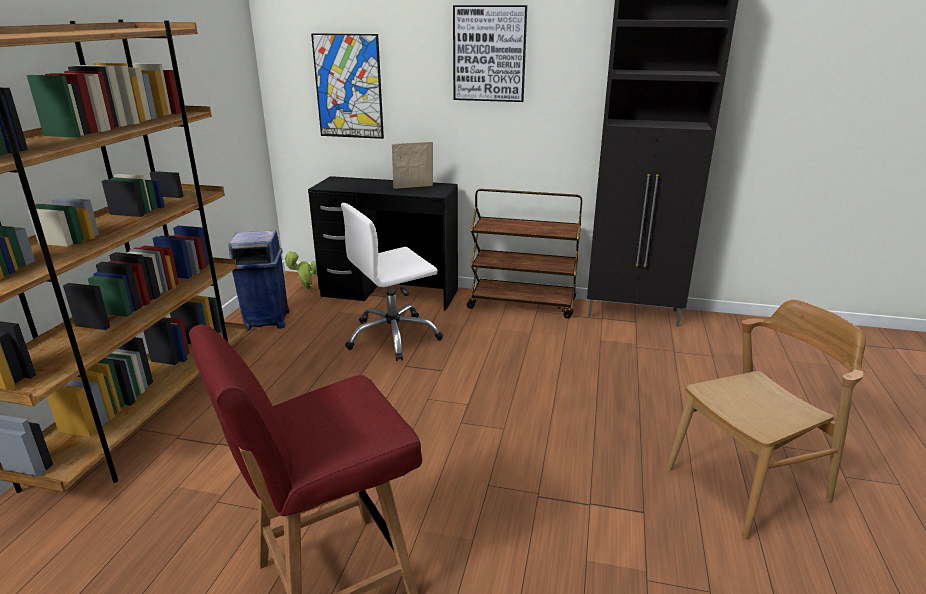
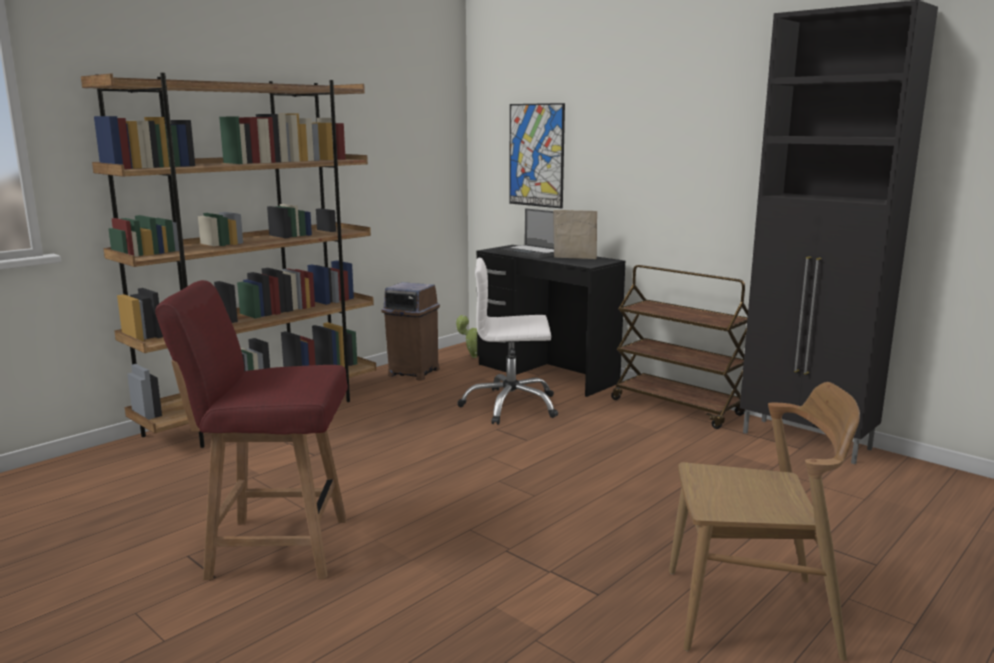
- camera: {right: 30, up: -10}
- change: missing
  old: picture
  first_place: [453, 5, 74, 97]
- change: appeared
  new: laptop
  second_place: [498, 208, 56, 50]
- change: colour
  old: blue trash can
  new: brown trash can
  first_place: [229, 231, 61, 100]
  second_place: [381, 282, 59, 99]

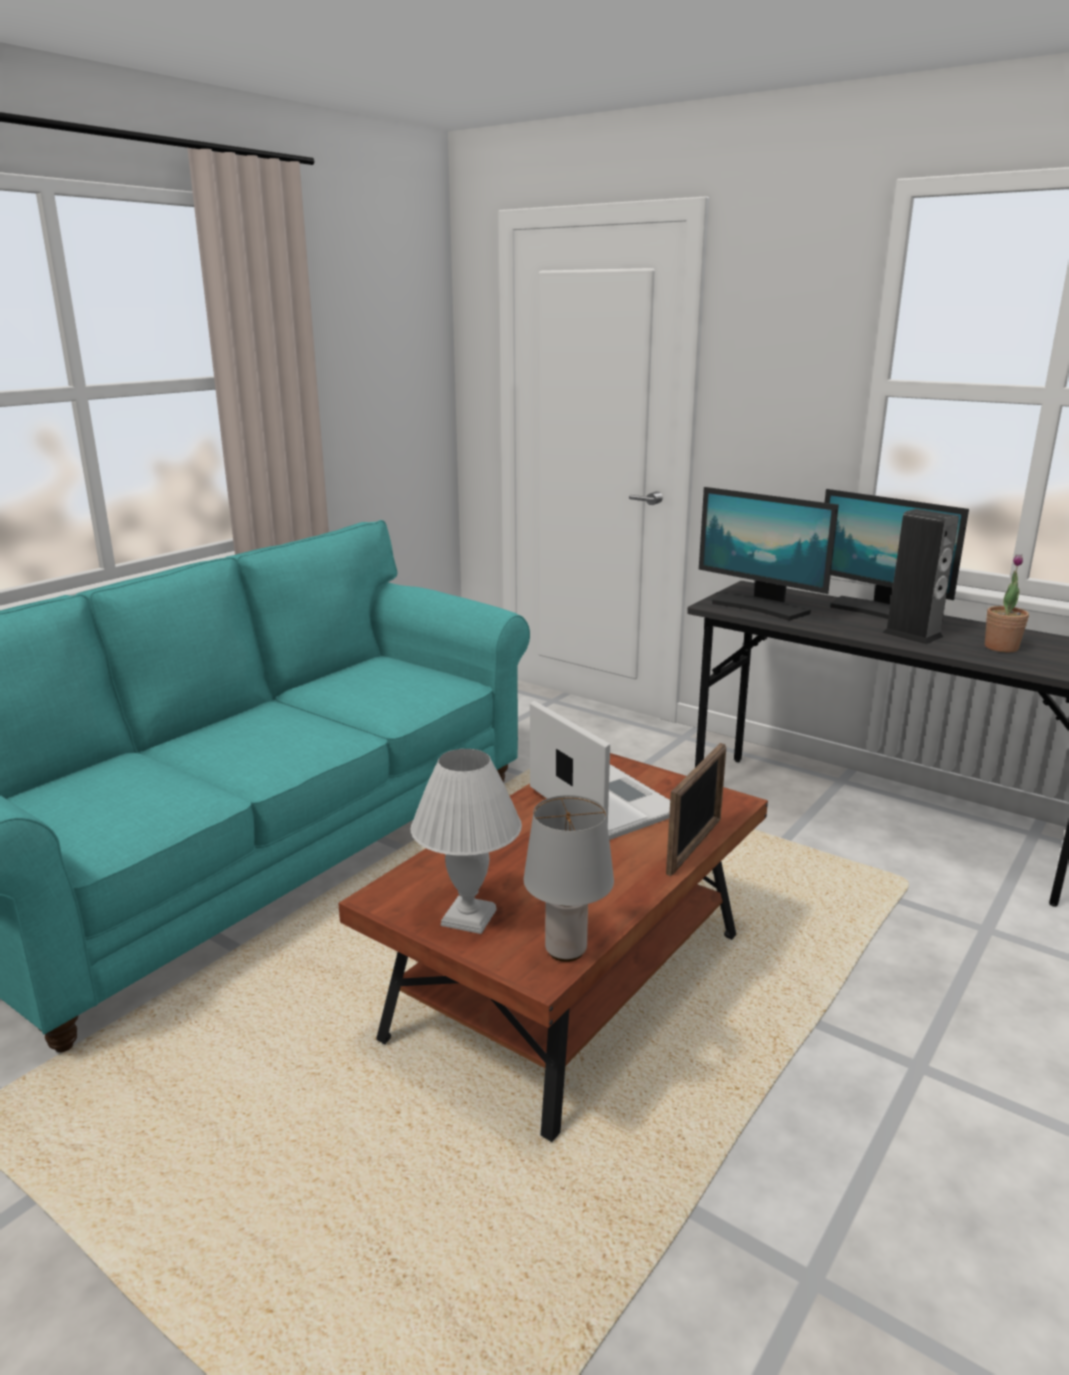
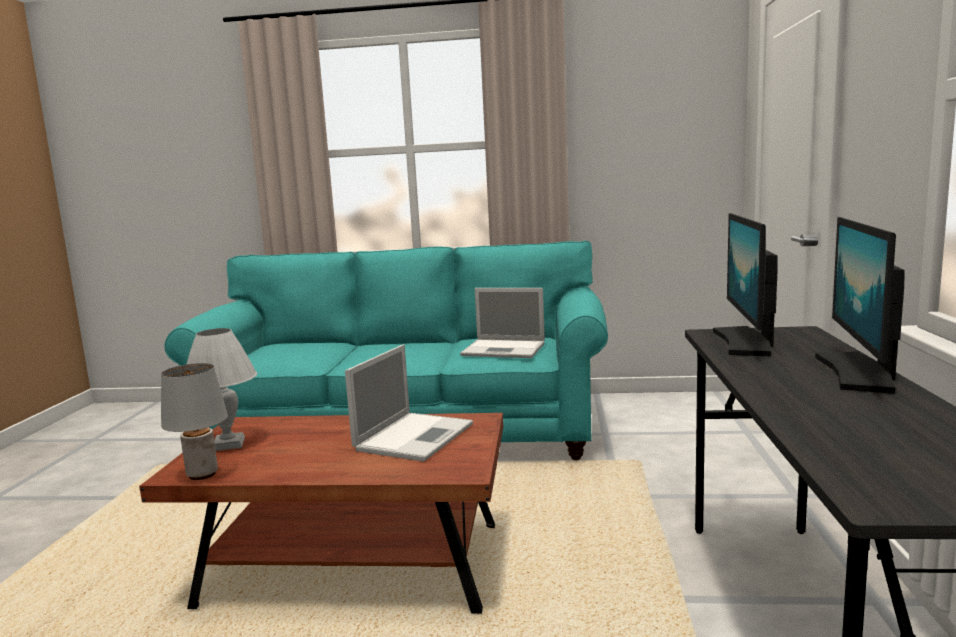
- camera: {right: 60, up: -10}
- change: missing
  old: picture frame
  first_place: [666, 743, 60, 133]
- change: missing
  old: speaker
  first_place: [882, 509, 77, 135]
- change: missing
  old: potted plant
  first_place: [985, 554, 44, 99]
- change: appeared
  new: laptop
  second_place: [460, 288, 85, 70]

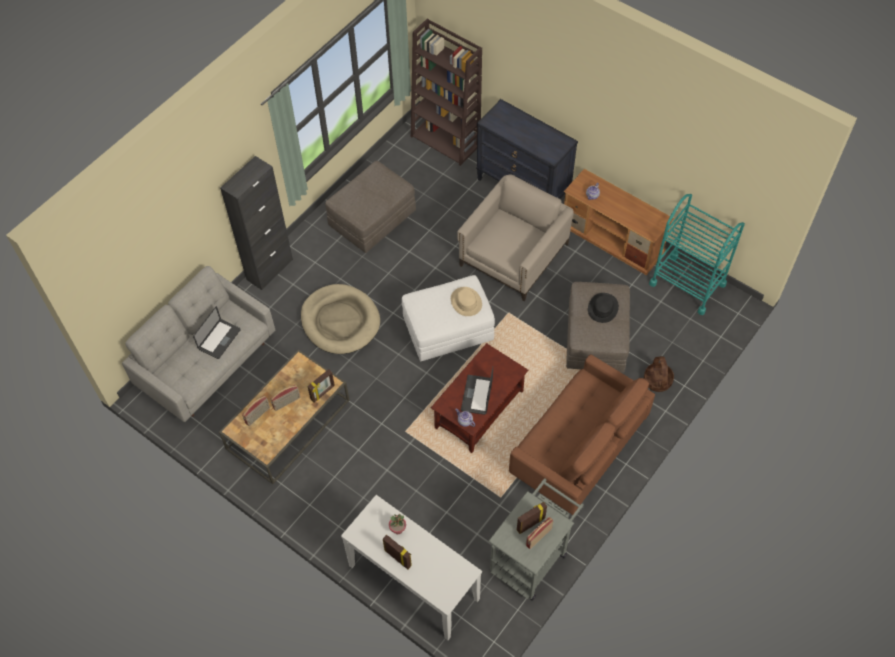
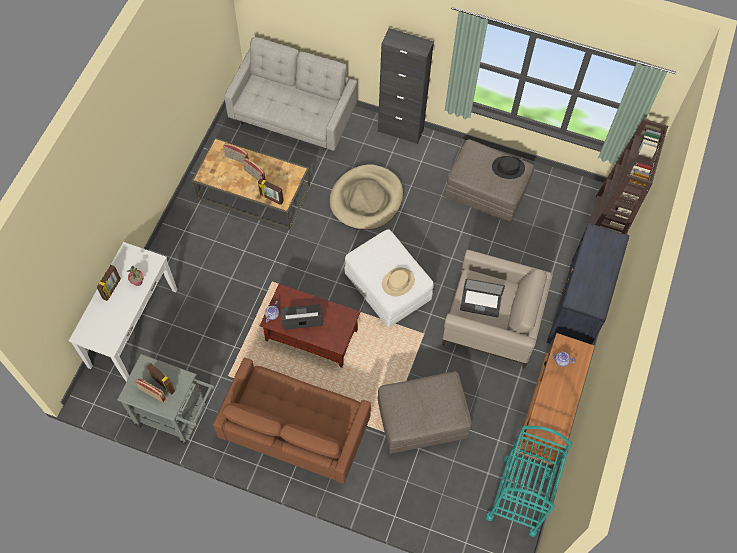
- camera: {right: 70, up: 5}
- change: missing
  old: basket
  first_place: [644, 356, 30, 36]
- change: relocated
  old: laptop
  first_place: [193, 306, 48, 53]
  second_place: [460, 279, 45, 38]
- change: relocated
  old: black hat
  first_place: [588, 293, 31, 30]
  second_place: [492, 156, 33, 23]

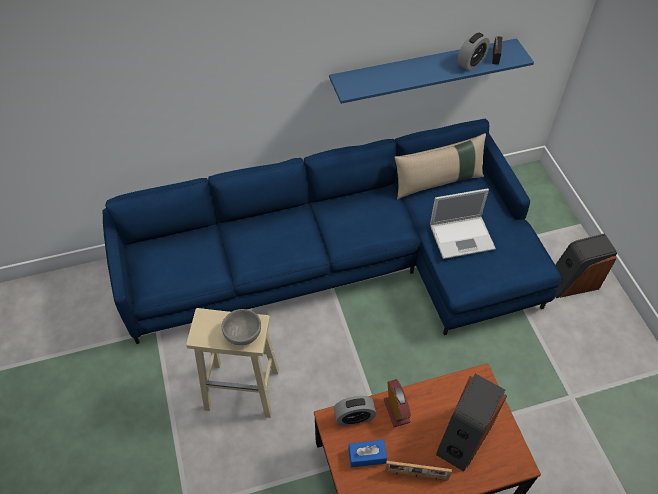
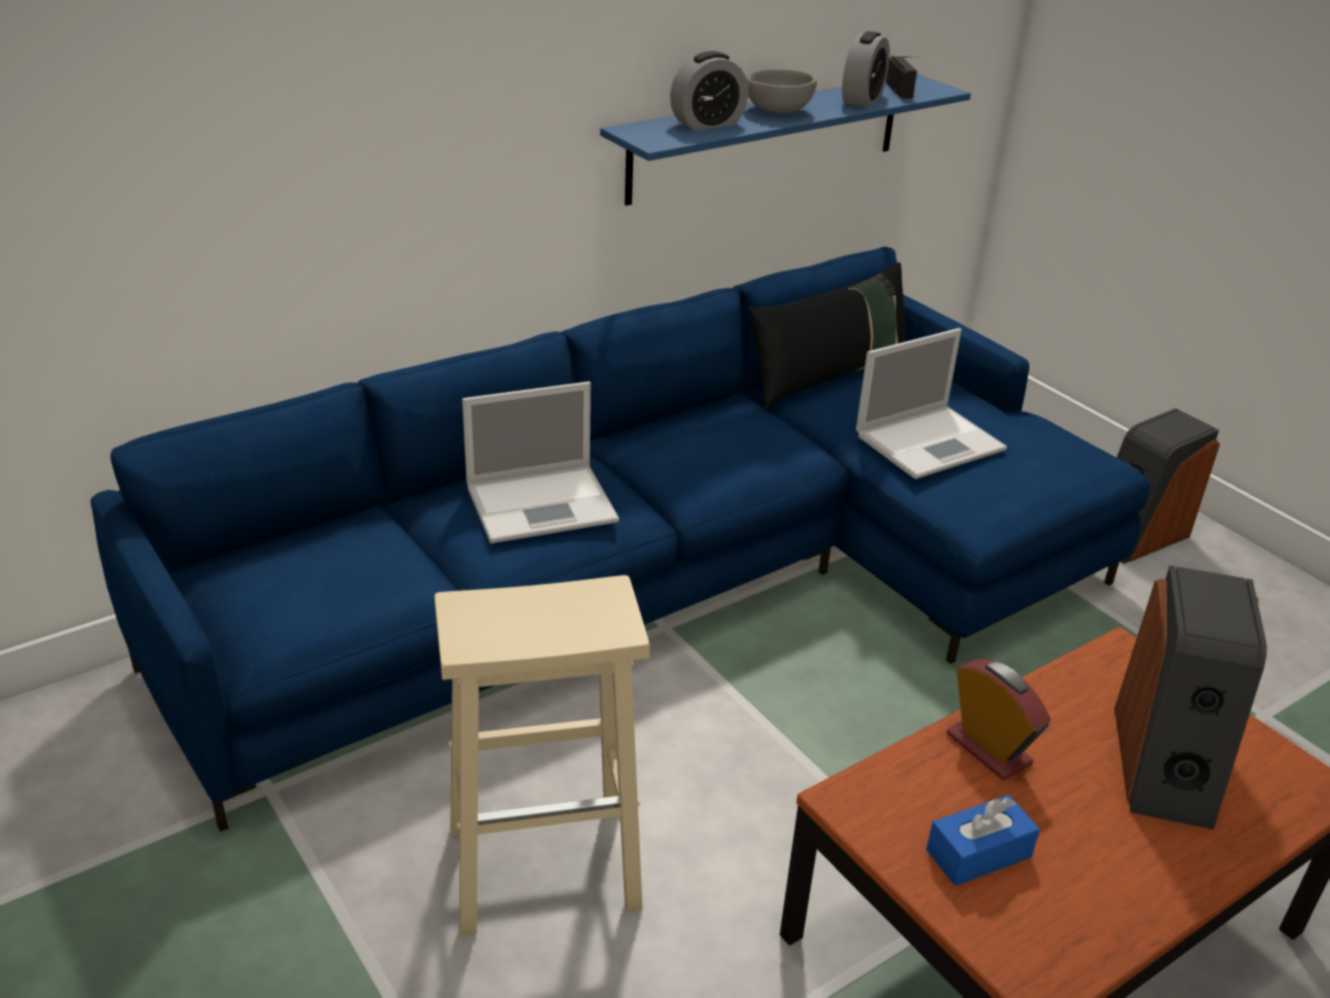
- camera: {right: -20, up: -20}
- change: missing
  old: picture frame
  first_place: [385, 461, 67, 19]
- change: appeared
  new: laptop
  second_place: [462, 382, 157, 162]
- change: relocated
  old: grey bowl
  first_place: [222, 309, 39, 36]
  second_place: [747, 69, 70, 44]
- change: relocated
  old: alarm clock
  first_place: [334, 396, 42, 30]
  second_place: [670, 51, 78, 80]
- change: colour
  old: beige pillow
  new: black pillow
  first_place: [394, 133, 92, 67]
  second_place: [749, 262, 157, 148]

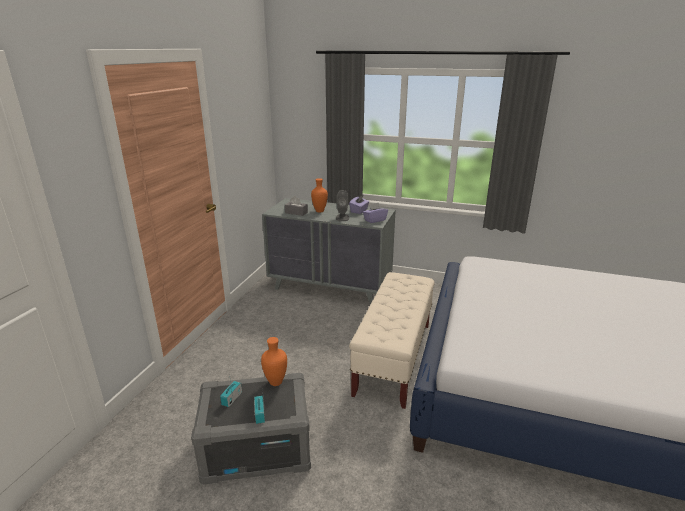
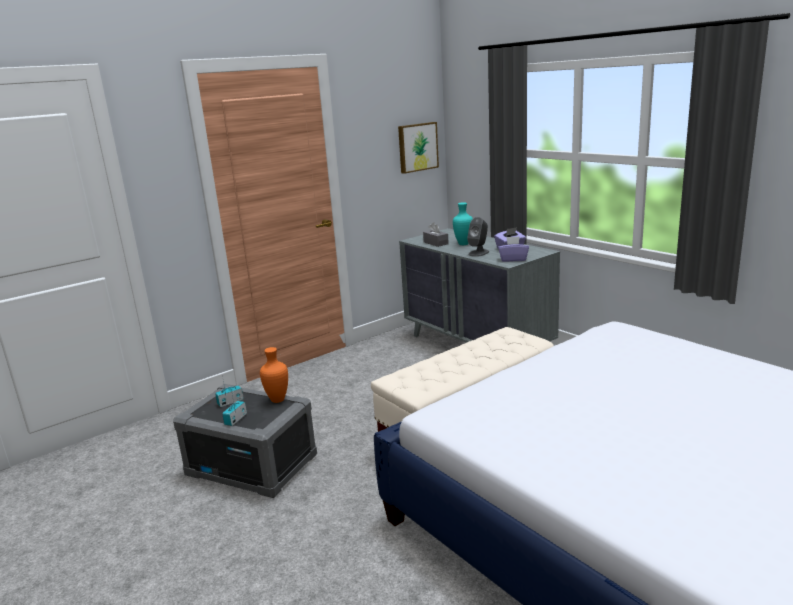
- camera: {right: 35, up: -5}
- change: appeared
  new: picture
  second_place: [398, 122, 41, 52]
- change: colour
  old: orange vase
  new: turquoise vase
  first_place: [311, 178, 17, 35]
  second_place: [453, 202, 20, 43]

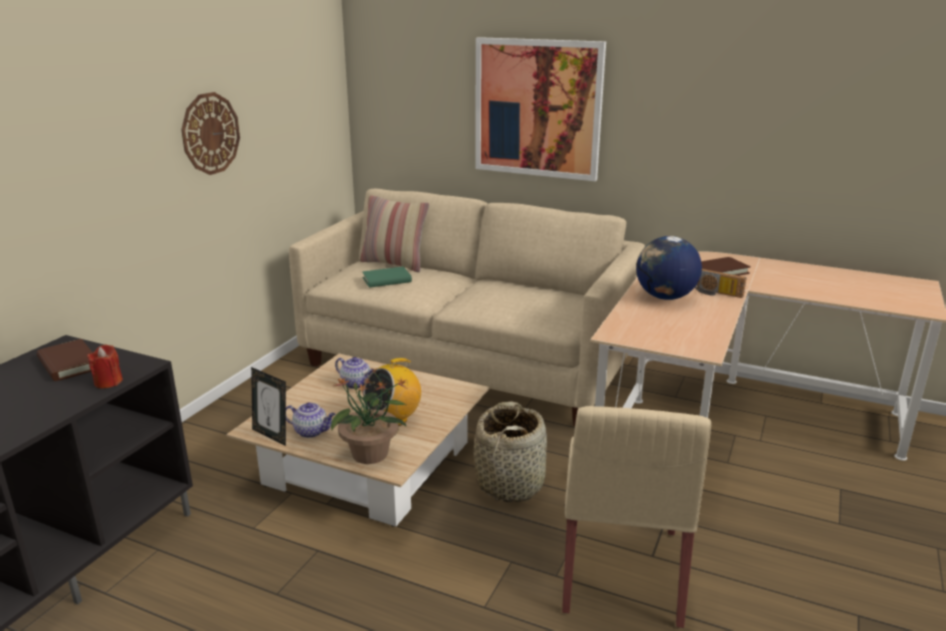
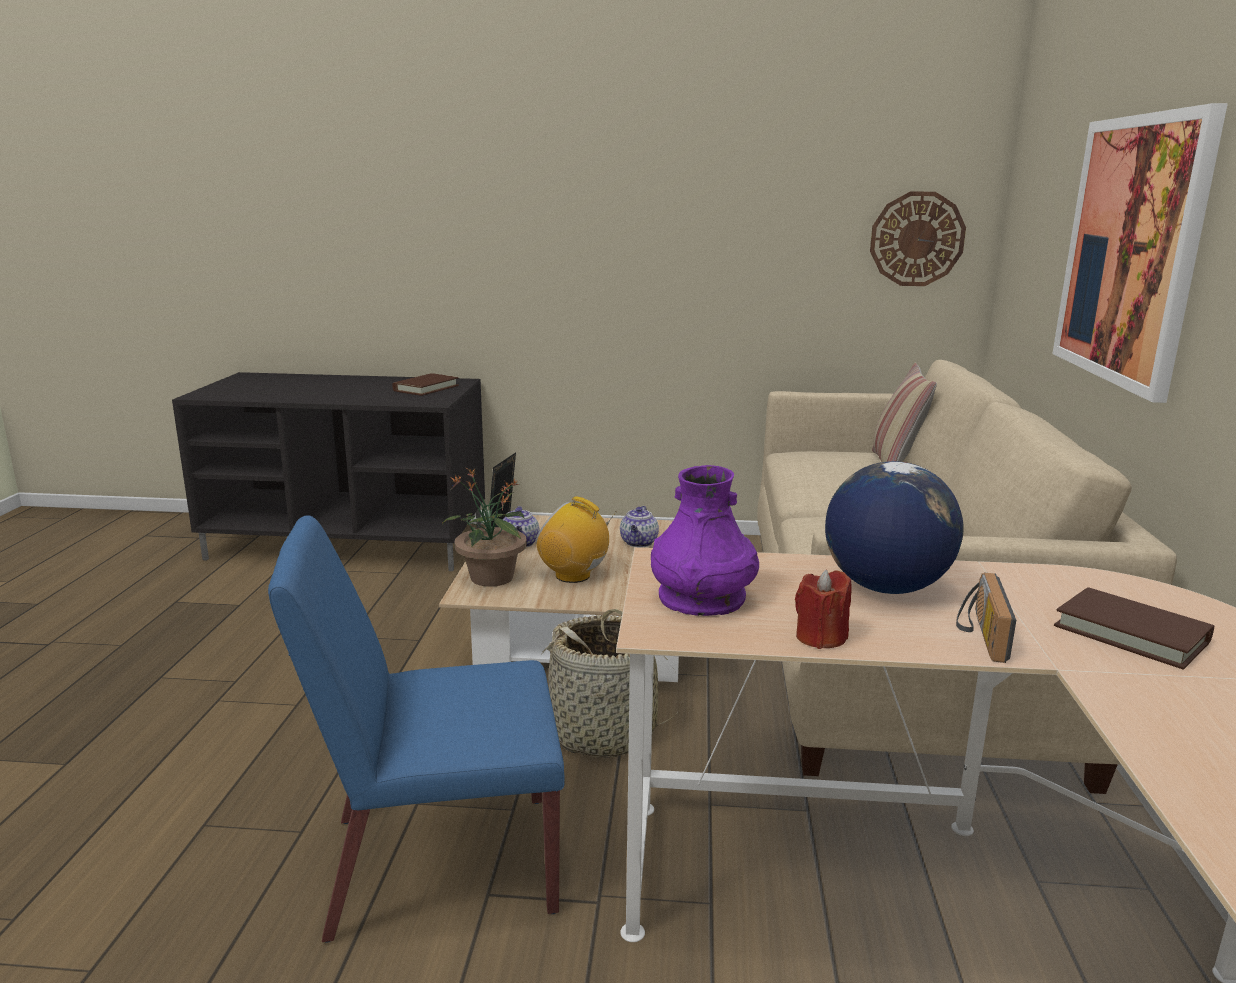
- camera: {right: 70, up: -5}
- change: missing
  old: green book
  first_place: [362, 266, 50, 22]
- change: appeared
  new: purple vase
  second_place: [651, 465, 108, 151]
- change: relocated
  old: red candle
  first_place: [87, 345, 36, 43]
  second_place: [795, 570, 57, 79]
- change: relocated
  old: wall clock
  first_place: [181, 92, 59, 83]
  second_place: [870, 191, 96, 95]
- change: colour
  old: beige chair
  new: blue chair
  first_place: [562, 406, 149, 222]
  second_place: [268, 515, 297, 428]

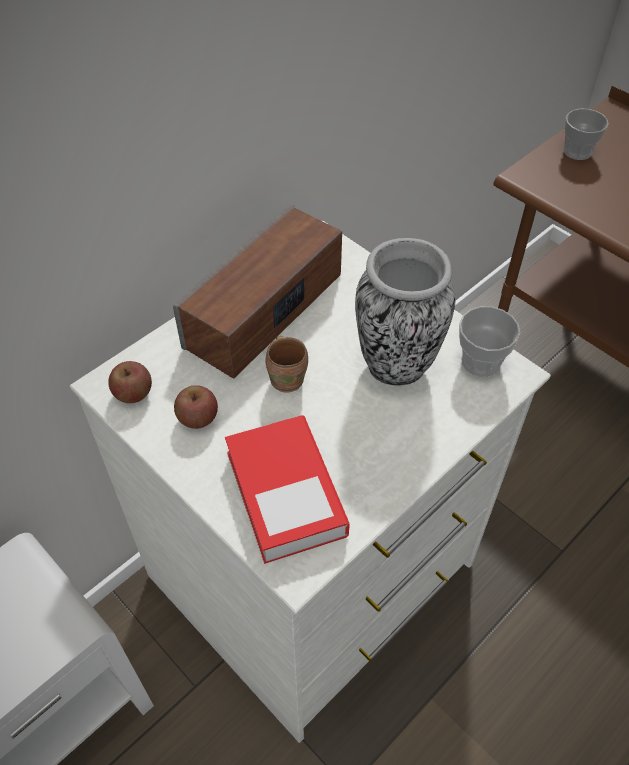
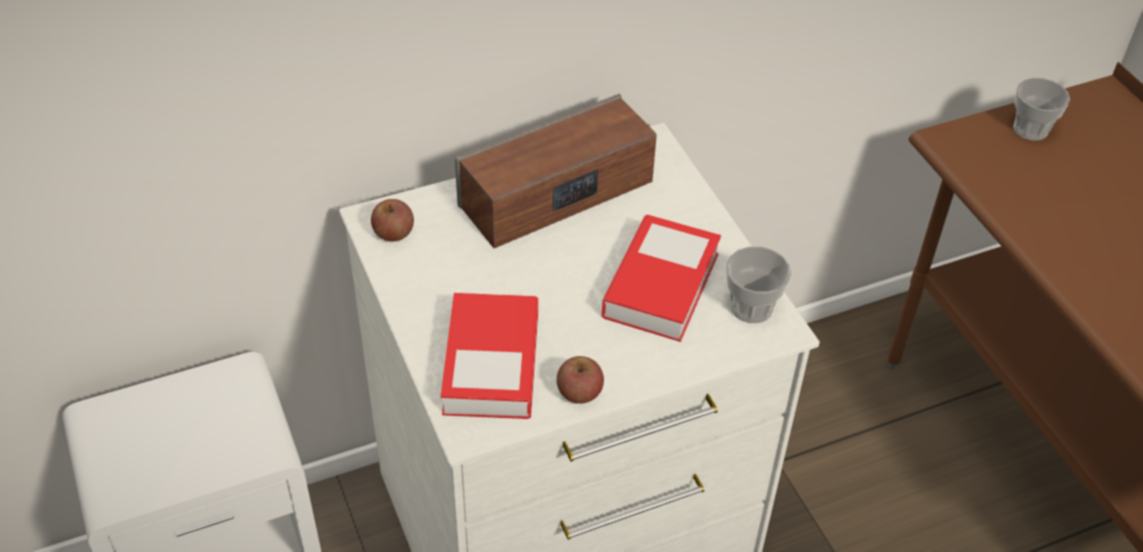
- camera: {right: 20, up: -5}
- change: missing
  old: brown mug
  first_place: [266, 336, 42, 57]
- change: relocated
  old: apple
  first_place: [174, 385, 44, 44]
  second_place: [557, 356, 47, 48]
- change: exchanged
  old: vase
  new: book
  first_place: [355, 238, 100, 148]
  second_place: [602, 214, 119, 128]

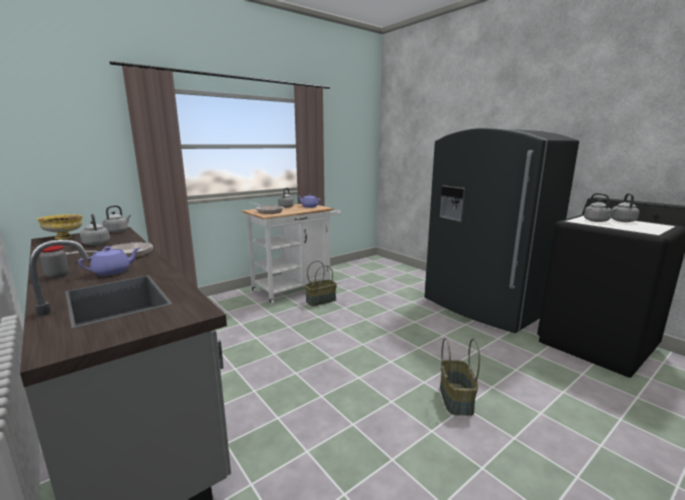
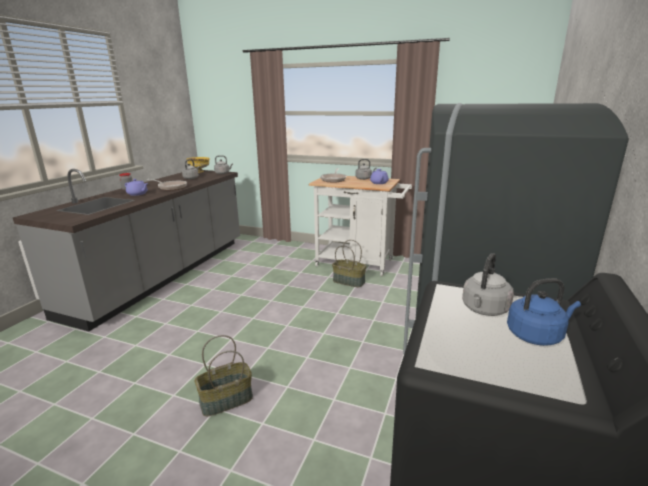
- camera: {right: 60, up: 5}
- change: colour
  old: grey kettle
  new: blue kettle
  first_place: [611, 193, 28, 29]
  second_place: [507, 278, 74, 68]

